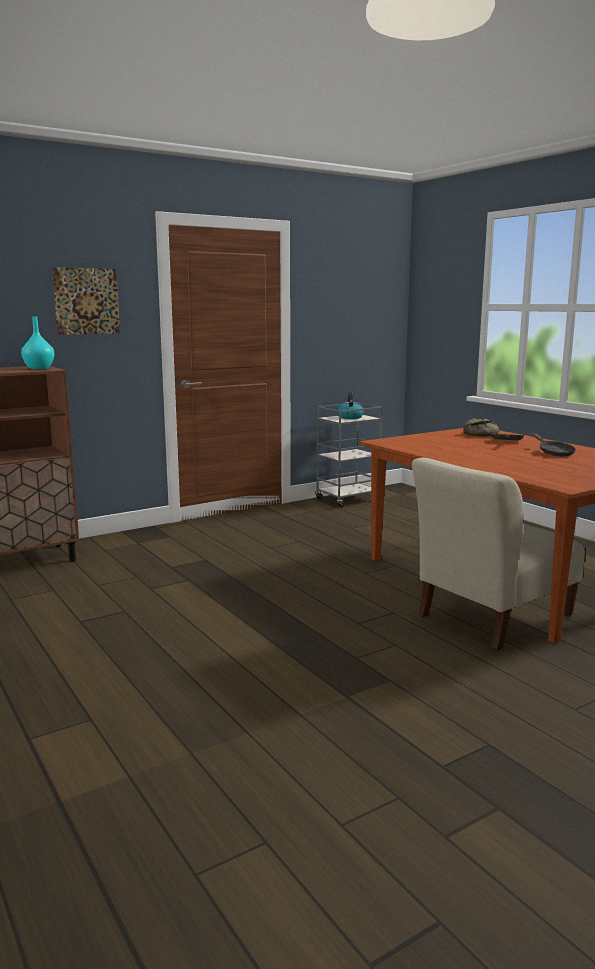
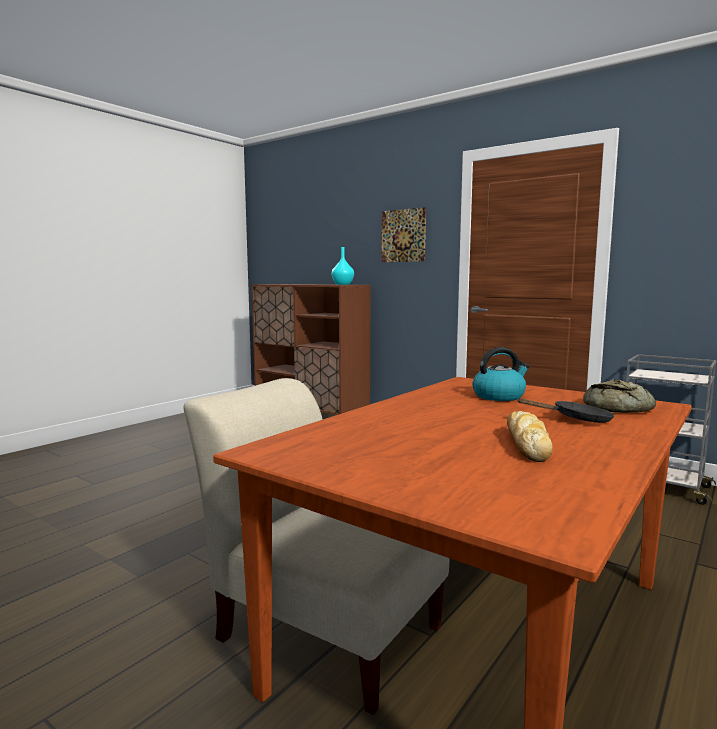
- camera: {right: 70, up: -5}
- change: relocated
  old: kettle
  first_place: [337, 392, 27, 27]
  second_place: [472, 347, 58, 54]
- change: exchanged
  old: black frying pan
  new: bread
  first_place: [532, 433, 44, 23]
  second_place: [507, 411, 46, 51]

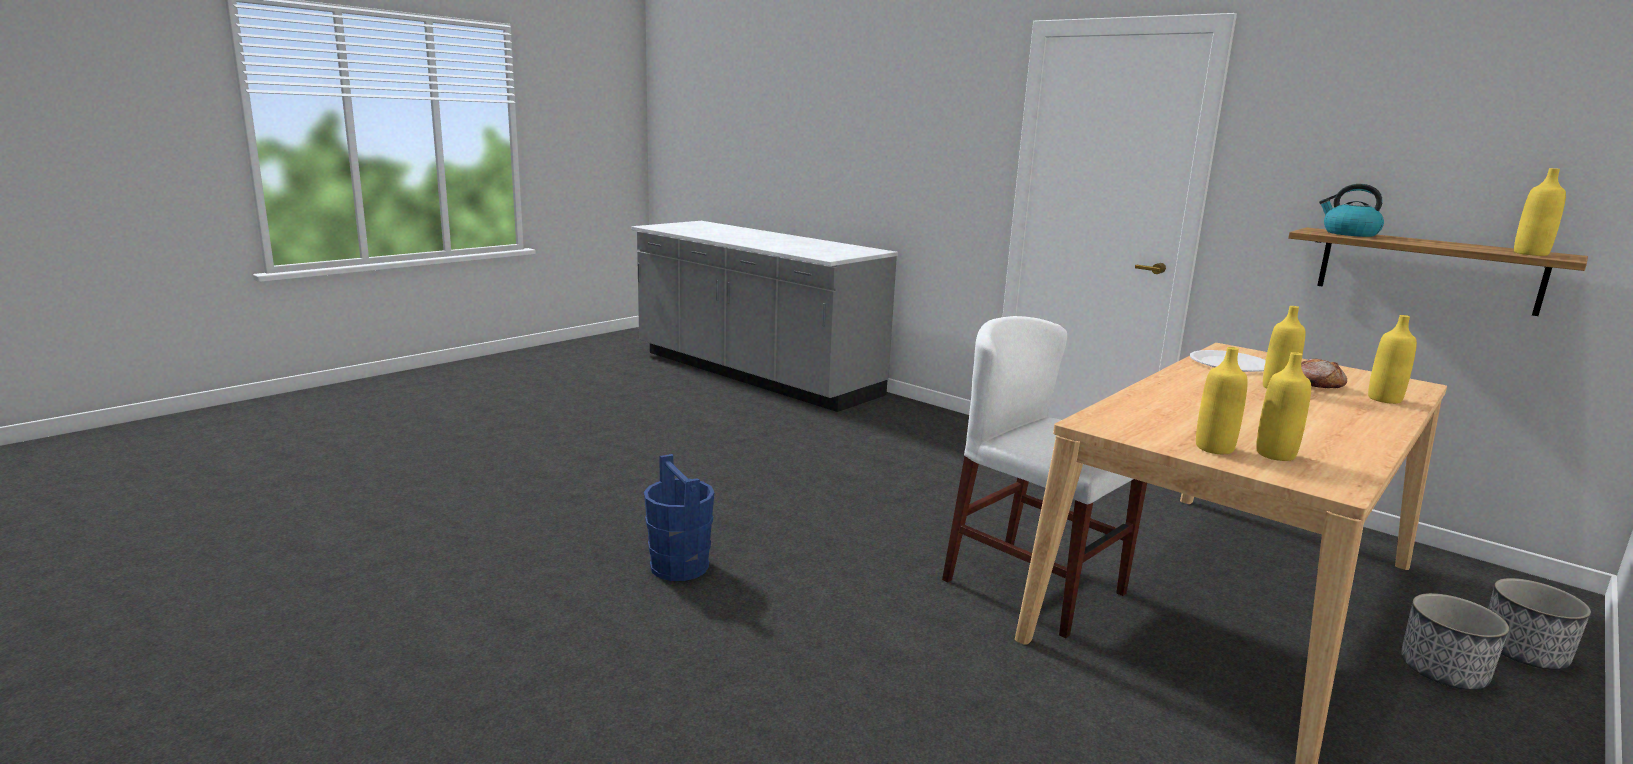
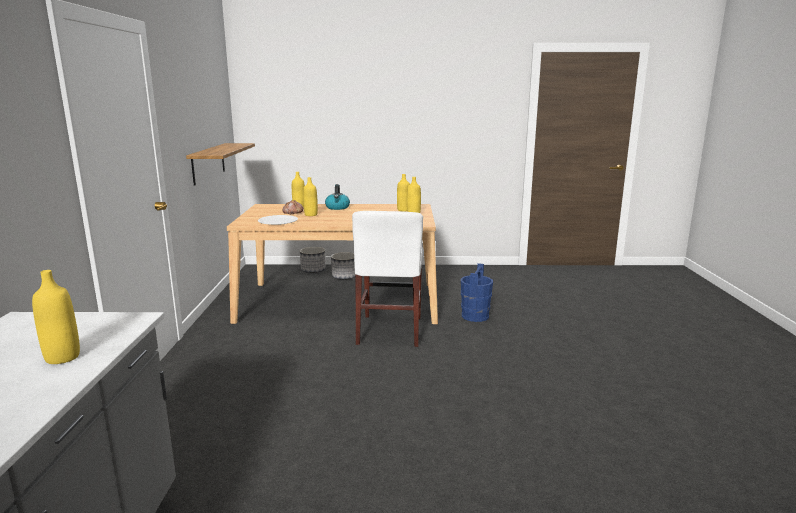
- camera: {right: -130, up: 0}
- change: relocated
  old: blue bucket
  first_place: [644, 454, 70, 127]
  second_place: [461, 263, 32, 59]
- change: relocated
  old: kettle
  first_place: [1319, 184, 65, 53]
  second_place: [325, 184, 25, 26]
- change: relocated
  old: yellow bottle
  first_place: [1514, 168, 52, 88]
  second_place: [32, 270, 48, 94]

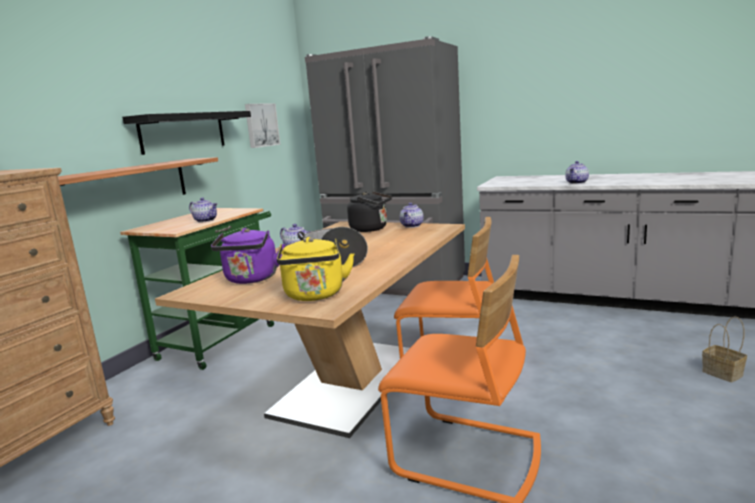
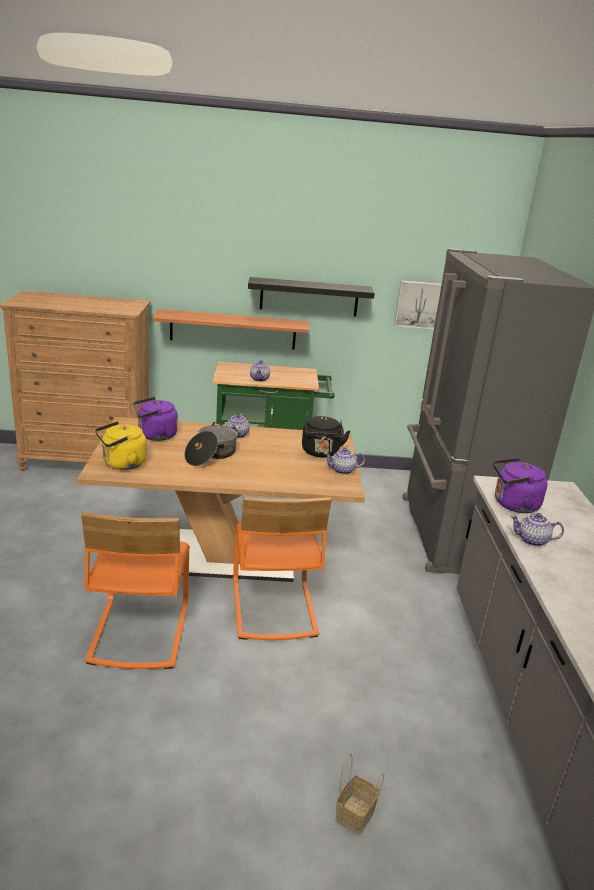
- camera: {right: 60, up: 10}
- change: appeared
  new: purple kettle
  second_place: [493, 458, 54, 55]

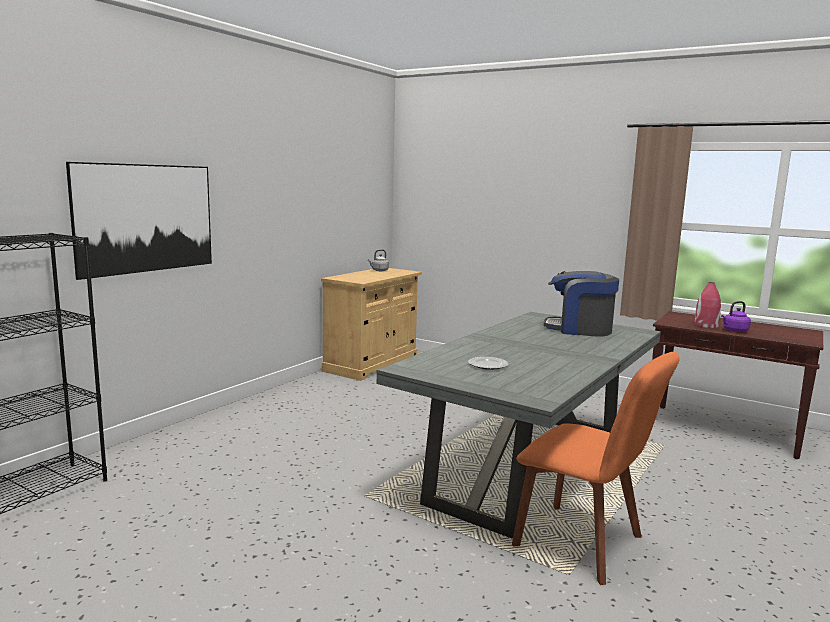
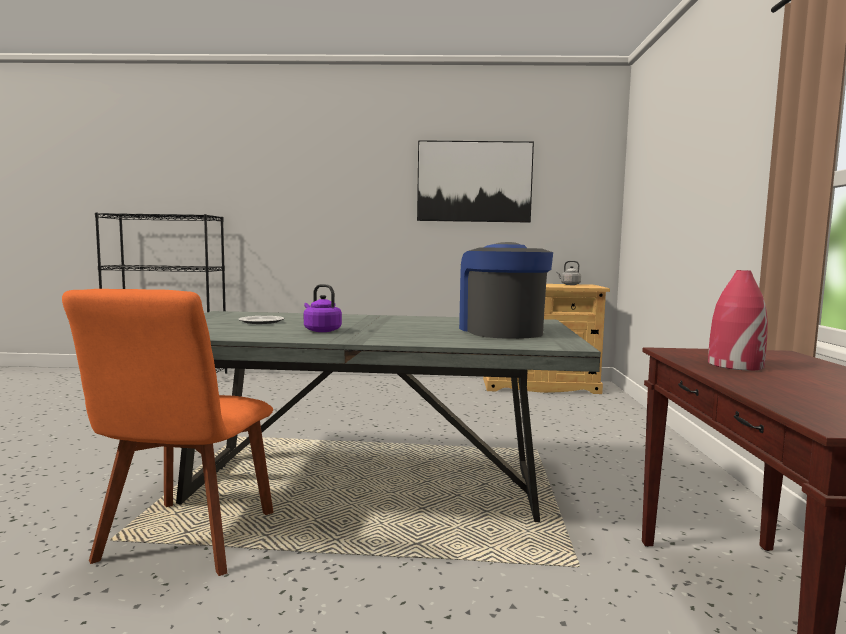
- camera: {right: 60, up: -5}
- change: relocated
  old: picture
  first_place: [66, 162, 146, 118]
  second_place: [417, 140, 117, 83]
- change: relocated
  old: purple kettle
  first_place: [721, 301, 30, 31]
  second_place: [304, 284, 38, 48]

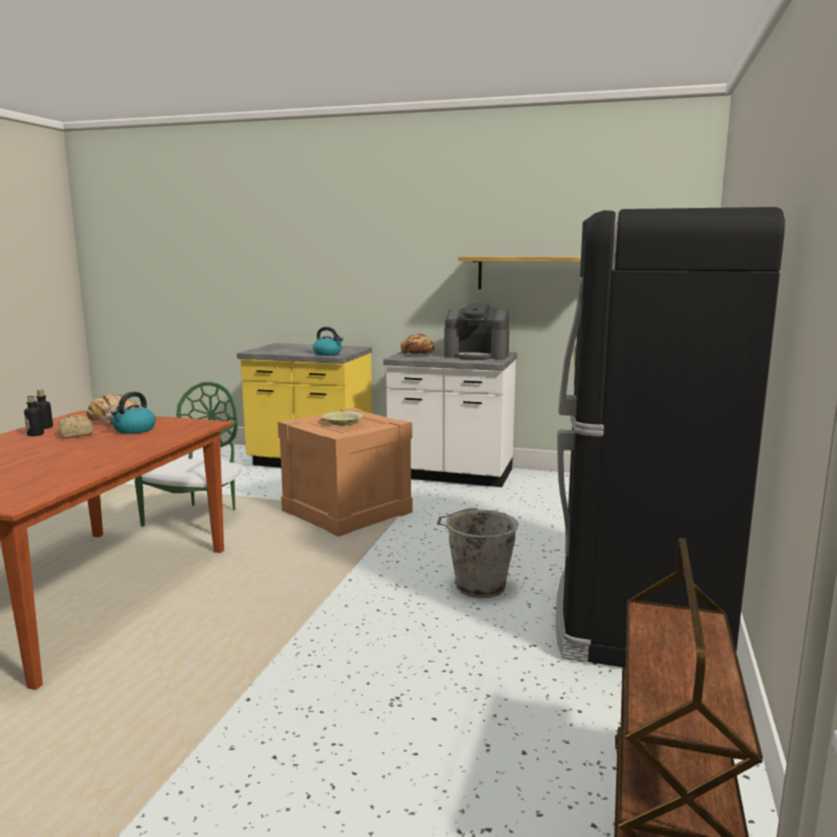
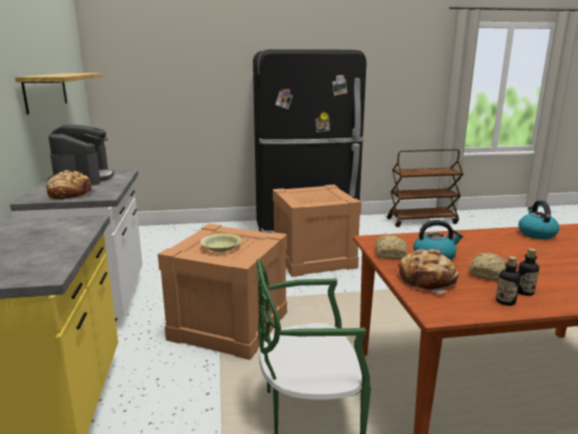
- camera: {right: -115, up: 5}
- change: appeared
  new: bread
  second_place: [375, 235, 32, 24]
- change: relocated
  old: kettle
  first_place: [313, 327, 30, 29]
  second_place: [519, 200, 41, 39]
- change: exchanged
  old: grey bucket
  new: crate
  first_place: [437, 508, 82, 90]
  second_place: [273, 185, 89, 92]

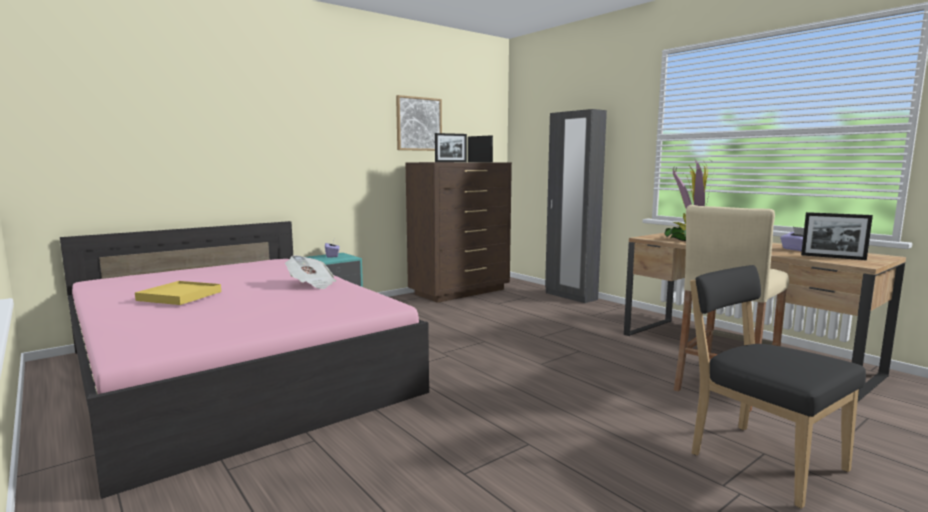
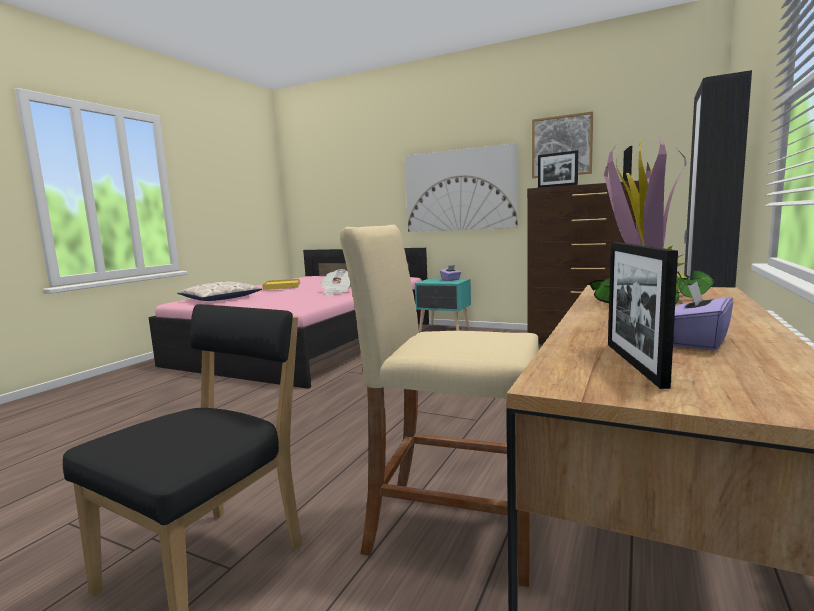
- camera: {right: 65, up: 0}
- change: appeared
  new: pillow
  second_place: [177, 281, 85, 20]
- change: appeared
  new: picture
  second_place: [405, 143, 113, 89]

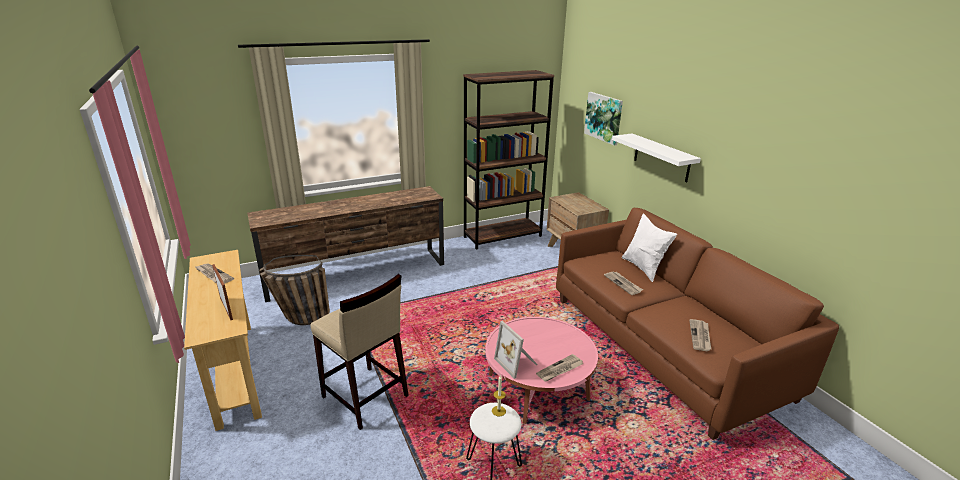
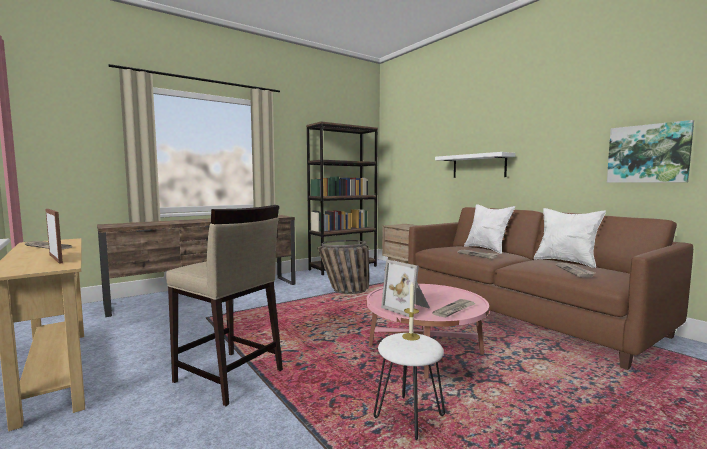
- camera: {right: -10, up: -20}
- change: appeared
  new: white pillow
  second_place: [534, 208, 72, 60]
- change: relocated
  old: basket
  first_place: [259, 255, 71, 70]
  second_place: [317, 240, 52, 54]
- change: relocated
  old: picture
  first_place: [584, 92, 39, 53]
  second_place: [607, 120, 87, 62]

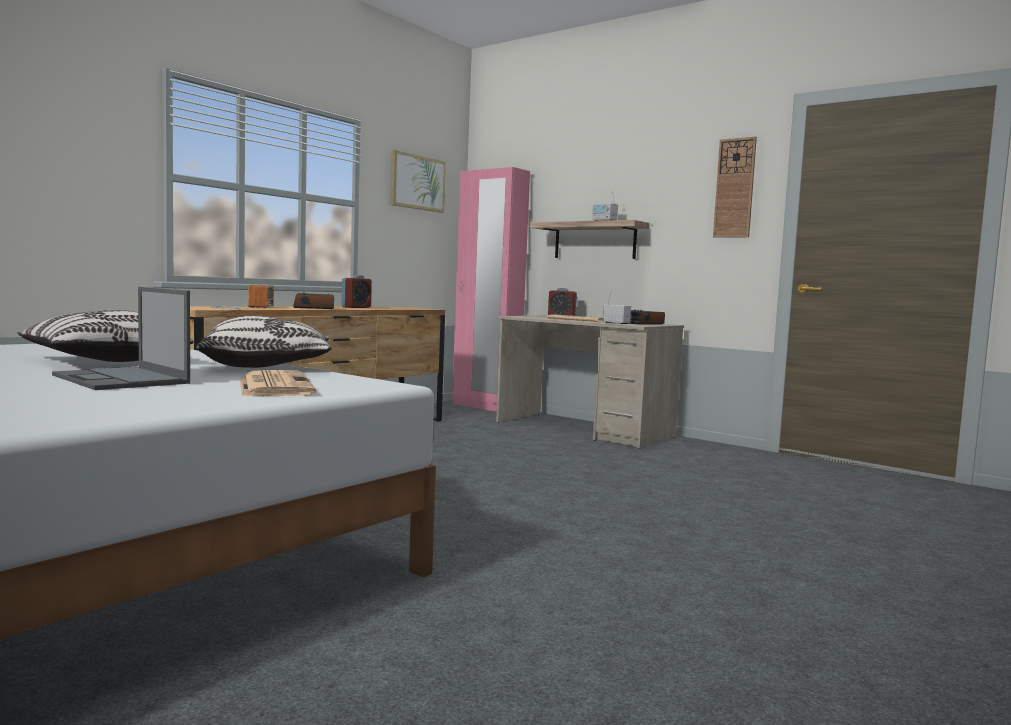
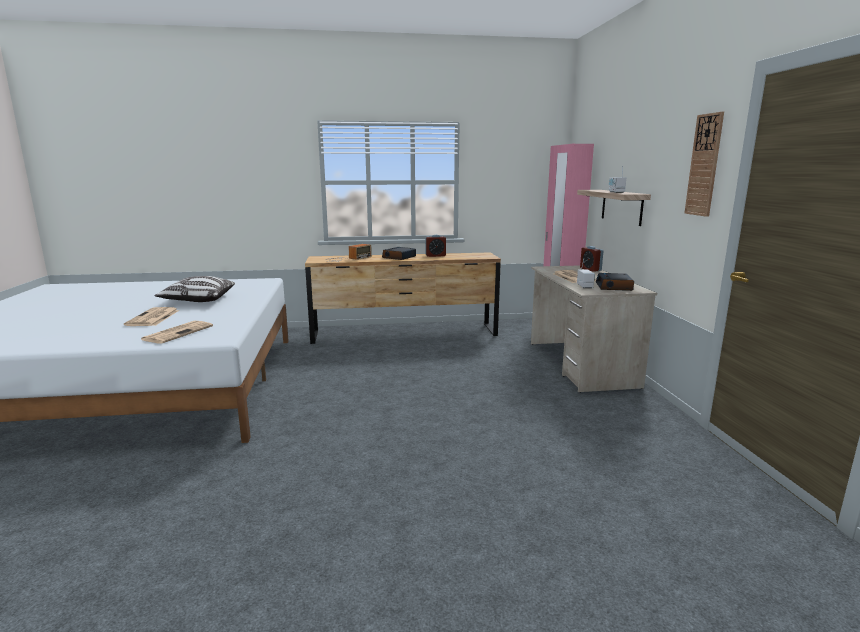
- camera: {right: 45, up: 10}
- change: missing
  old: pillow
  first_place: [196, 315, 136, 53]
- change: missing
  old: picture
  first_place: [390, 150, 56, 63]
- change: exchanged
  old: laptop
  new: newspaper
  first_place: [52, 287, 138, 103]
  second_place: [124, 307, 55, 19]

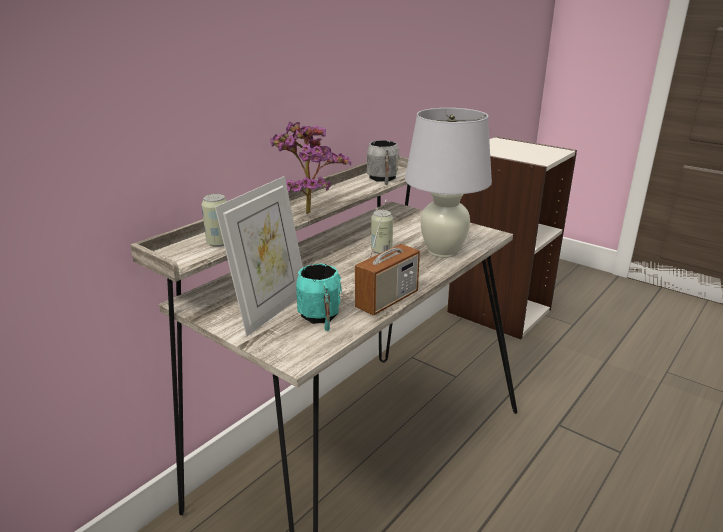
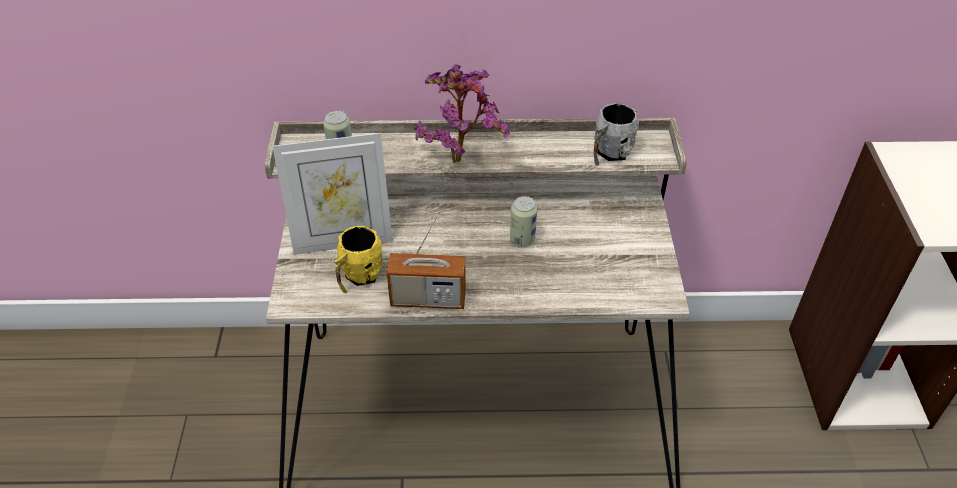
- camera: {right: 50, up: 20}
- change: missing
  old: white table lamp
  first_place: [405, 108, 87, 150]
- change: colour
  old: turquoise mug
  new: yellow mug
  first_place: [296, 263, 46, 68]
  second_place: [334, 226, 48, 67]

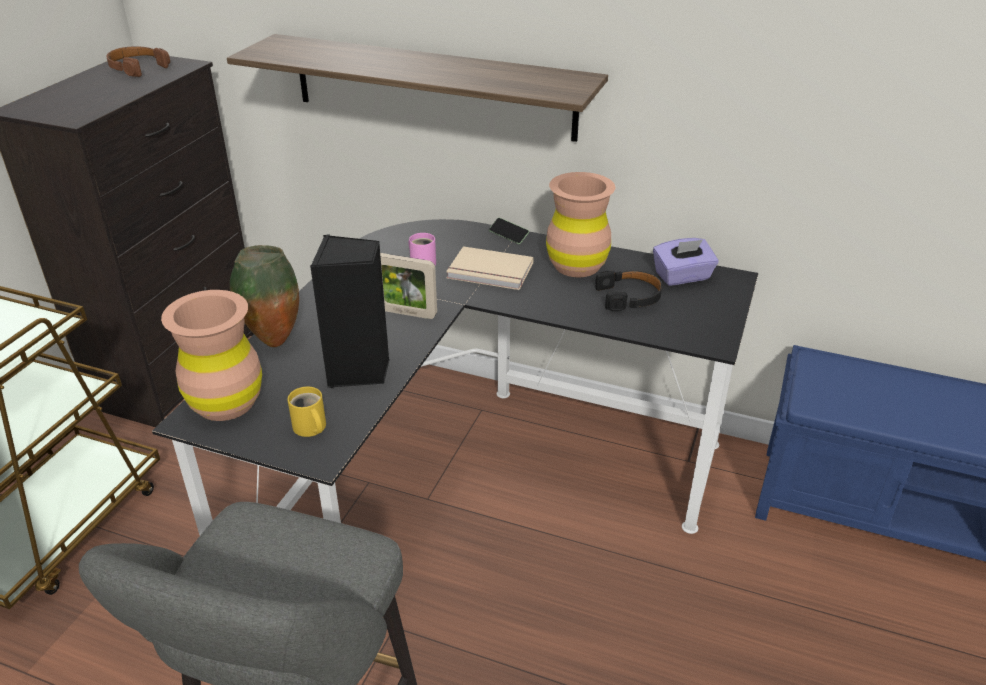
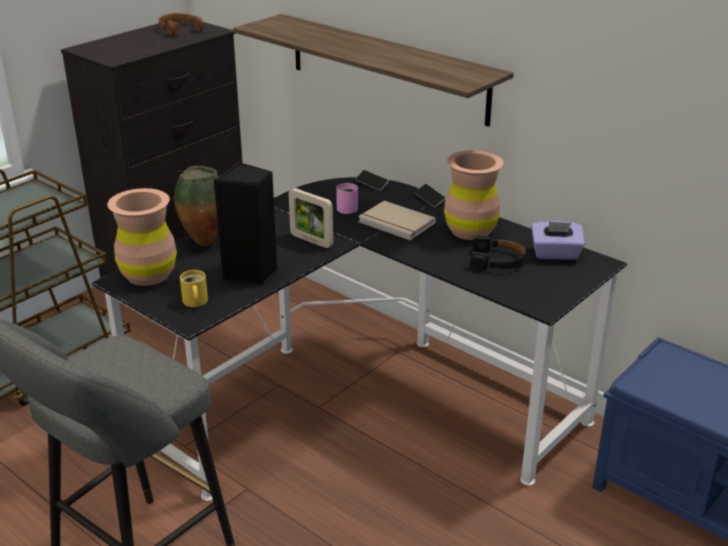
- camera: {right: 20, up: -5}
- change: appeared
  new: phone
  second_place: [355, 170, 34, 21]

